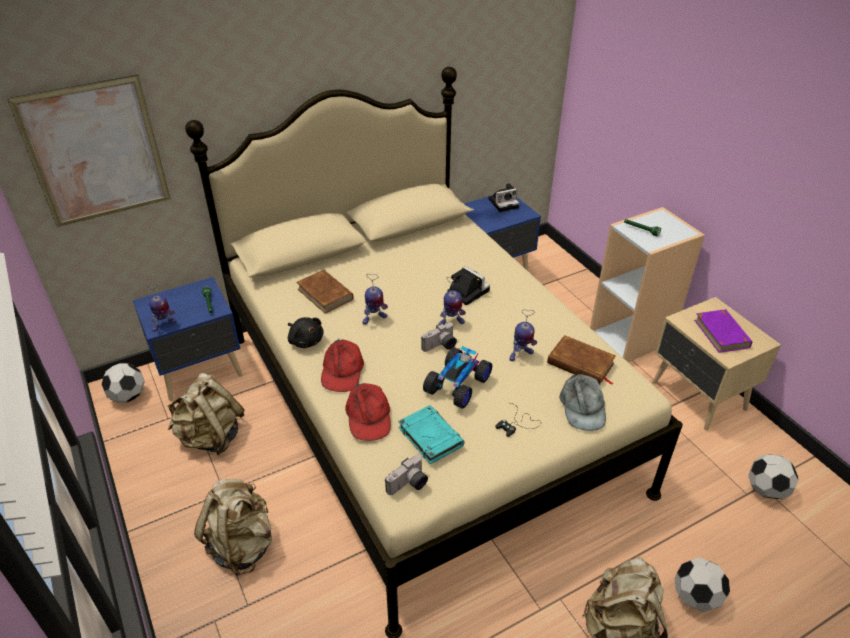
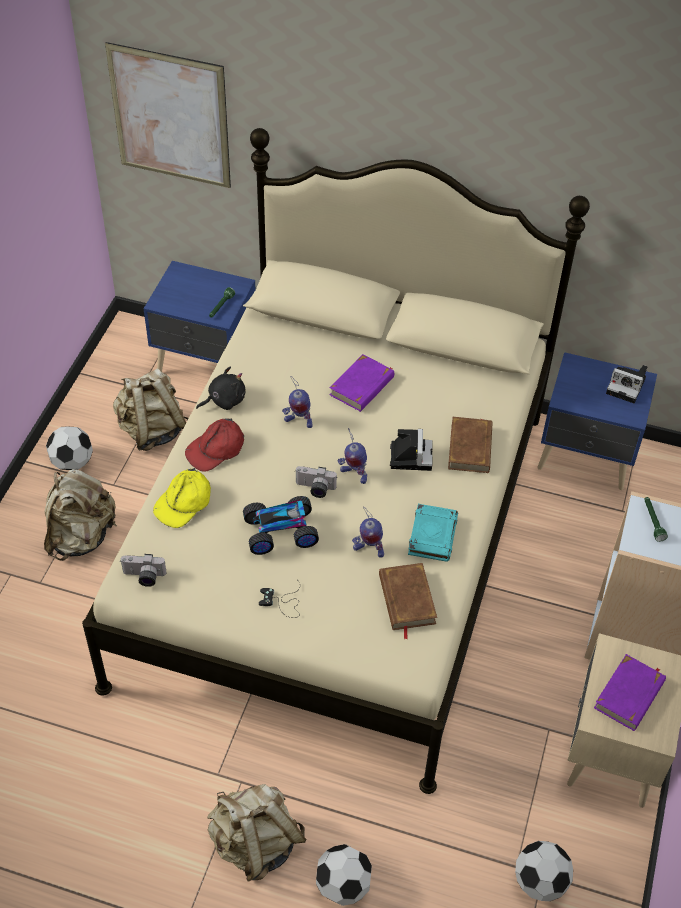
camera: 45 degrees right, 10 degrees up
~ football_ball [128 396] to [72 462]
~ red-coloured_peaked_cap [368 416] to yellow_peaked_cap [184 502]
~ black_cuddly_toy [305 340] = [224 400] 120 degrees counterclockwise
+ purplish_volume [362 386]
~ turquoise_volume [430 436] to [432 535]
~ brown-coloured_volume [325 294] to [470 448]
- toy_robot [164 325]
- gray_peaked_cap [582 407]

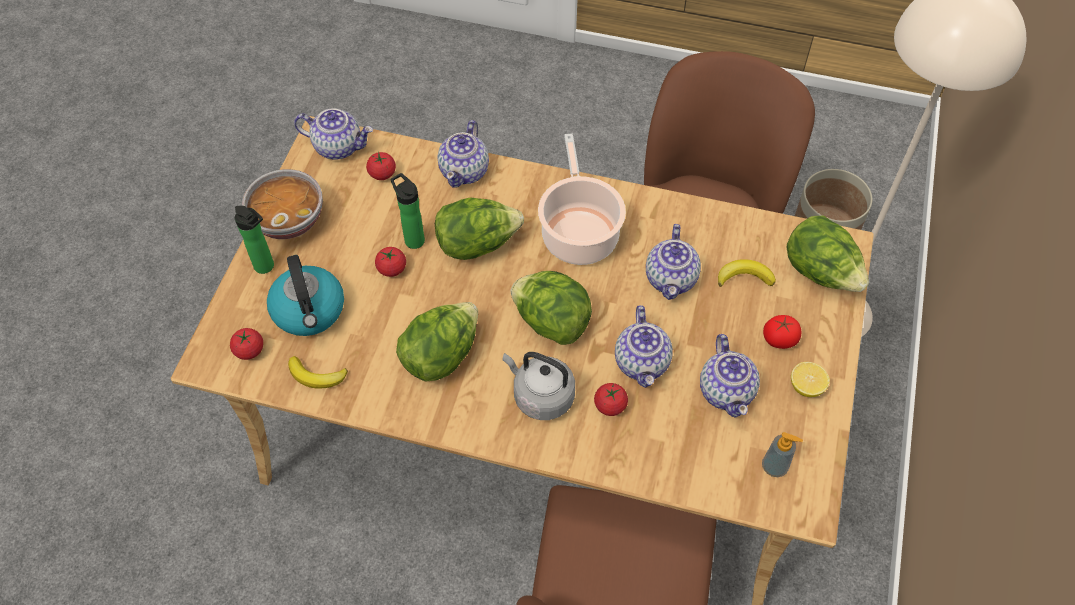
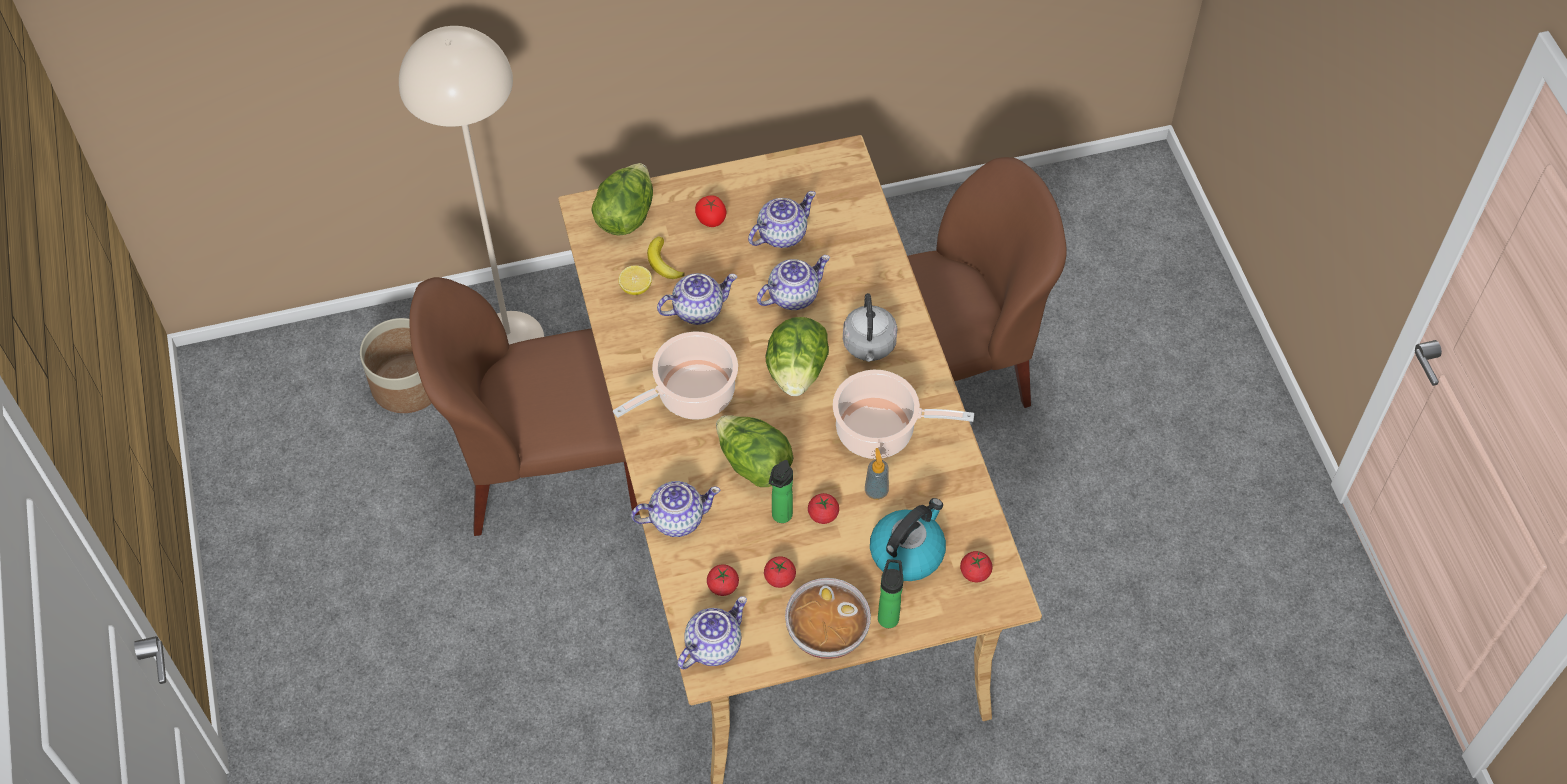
camera: 120 degrees left, 0 degrees up
~ whole_lemon [806 386] to [636 288]
~ tea_pot [339 146] = [713 645] 60 degrees clockwise
~ tomato [610 405] to [779 578]
~ lettuce [441 355] to saucepot [880 431]
~ soap_dispenser [774 467] to [876 491]
- banana_fruit [316 376]

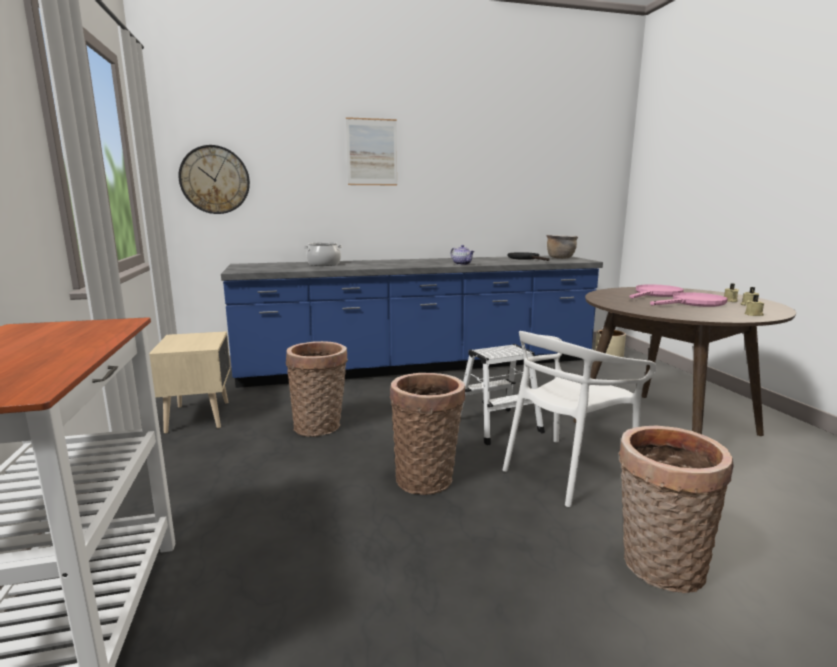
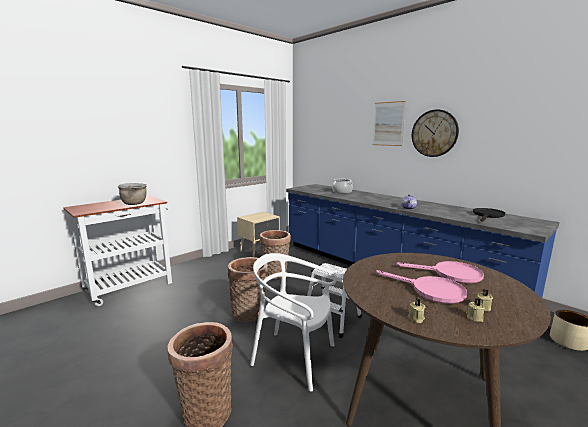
camera: 60 degrees right, 0 degrees up
~ brown-coloured_saucepot [560 258] to [134 203]
~ wall_clock [215 180] to [434 133]

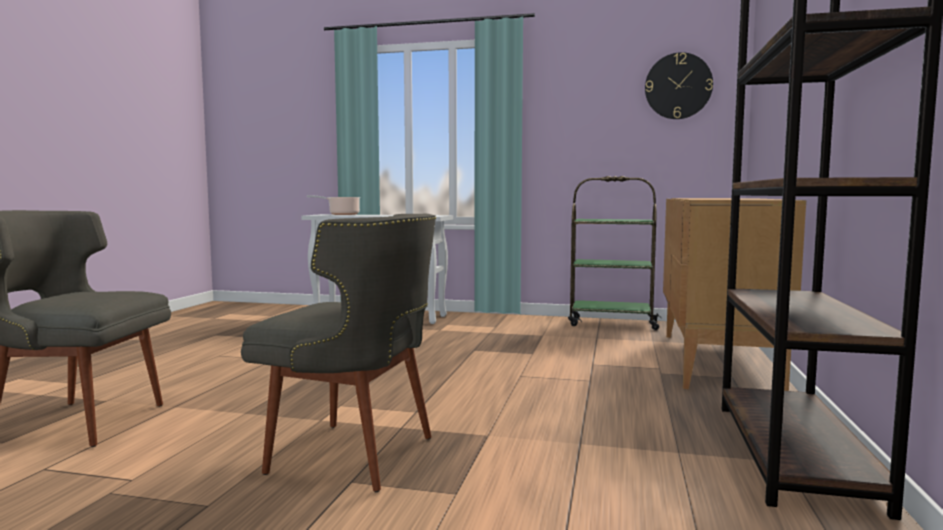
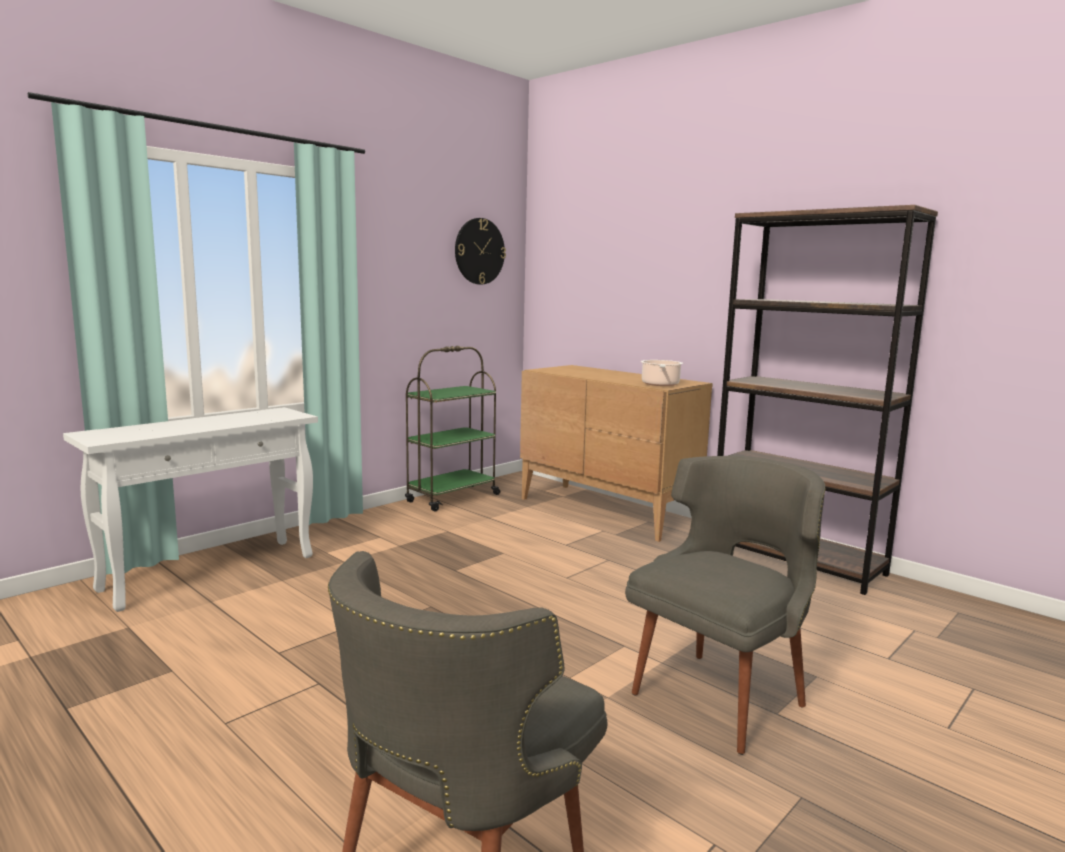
camera: 60 degrees left, 5 degrees up
~ saucepot [342 214] to [660 384]

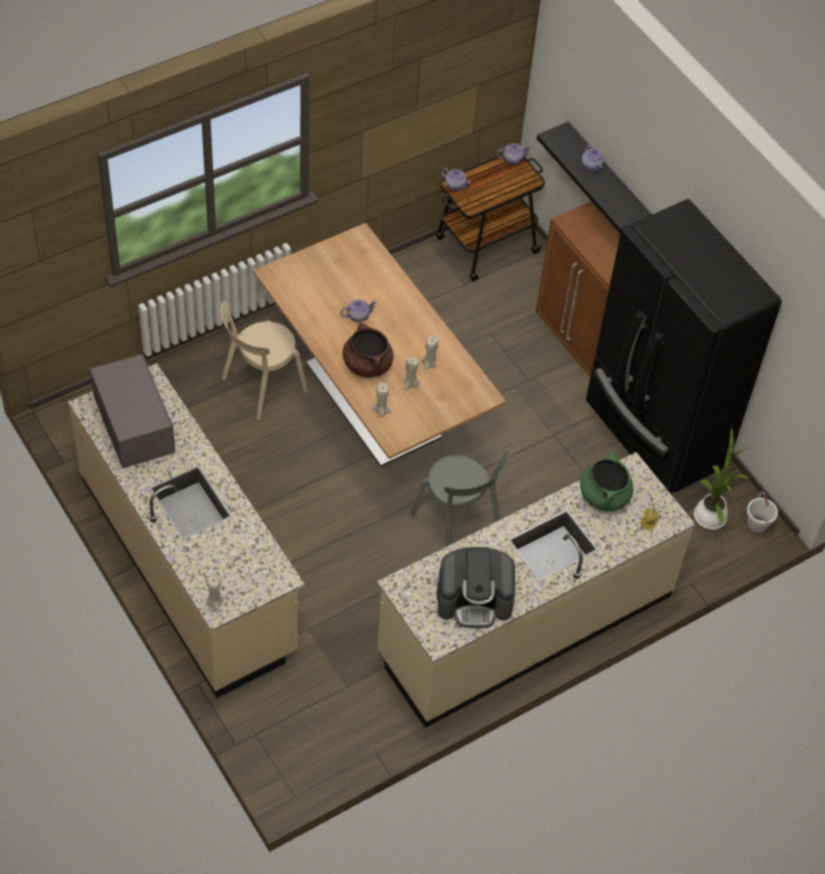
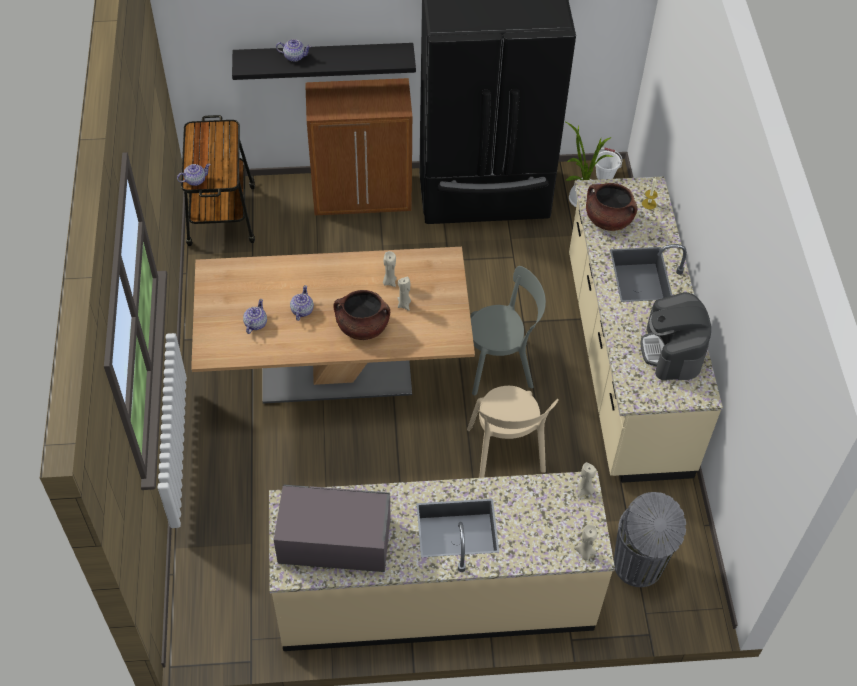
camera: 60 degrees left, 0 degrees up
~ tea_pot [512 159] to [255 324]
~ sand-coloured_chair [261 386] to [506 453]
~ sand-coloured_wax_light [381 412] to [584 490]
~ green_saucepot [603 496] to brown-coloured_saucepot [608 219]
+ gray_waste_bin [639 566]
~ coffee_machine [474 600] = [672 351] 150 degrees clockwise

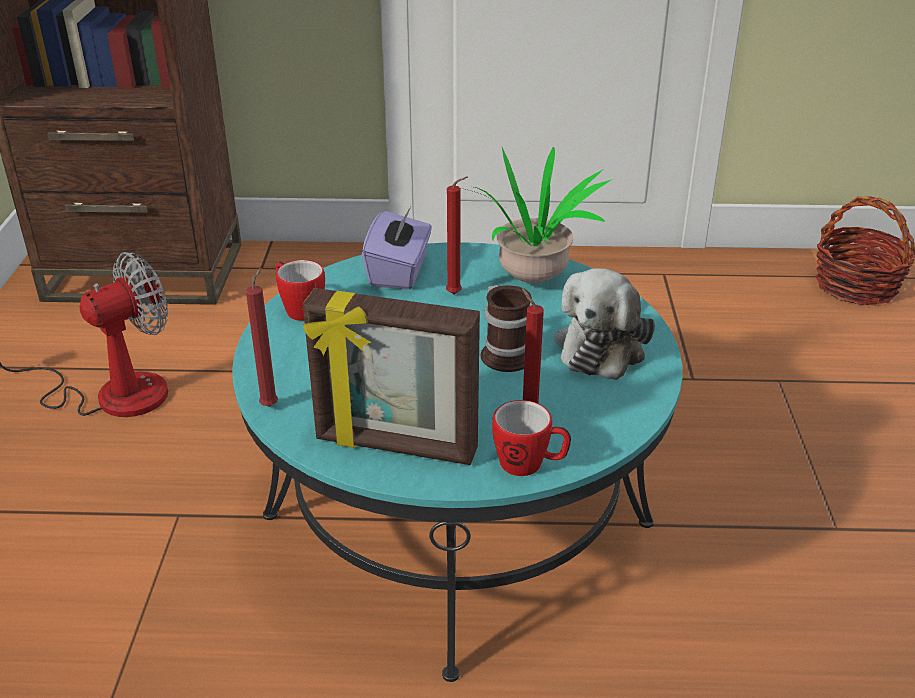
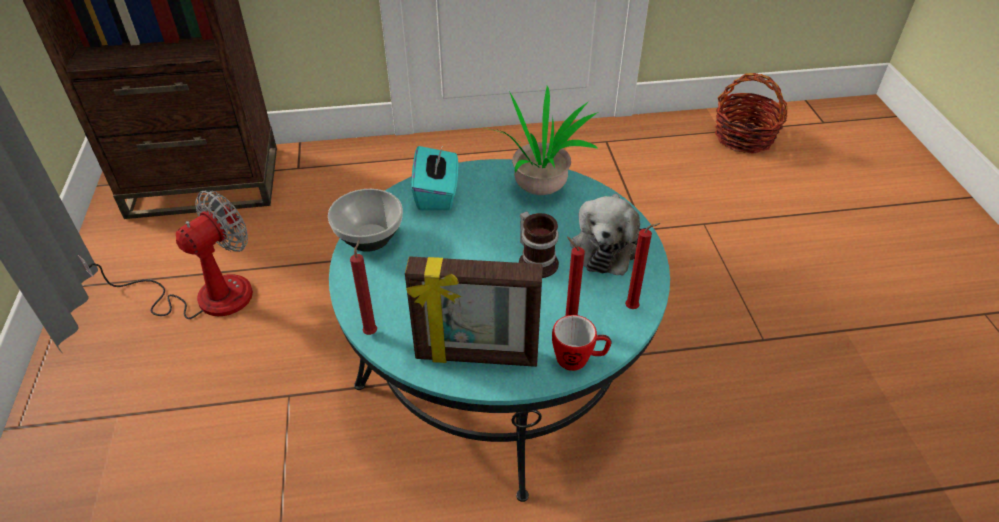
camera: 10 degrees left, 10 degrees up
~ tea_mug [299 309] to bowl [368 238]
~ purplish_tissue_box [399 272] to turquoise_tissue_box [437 194]
~ red-coloured_wax_light [456 294] to [634 308]

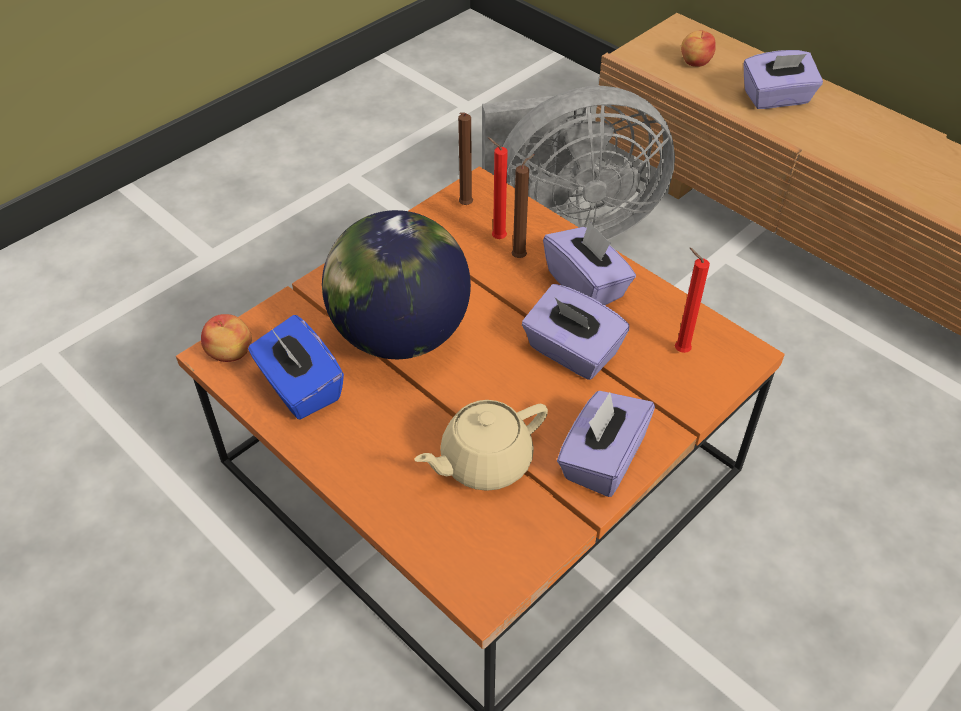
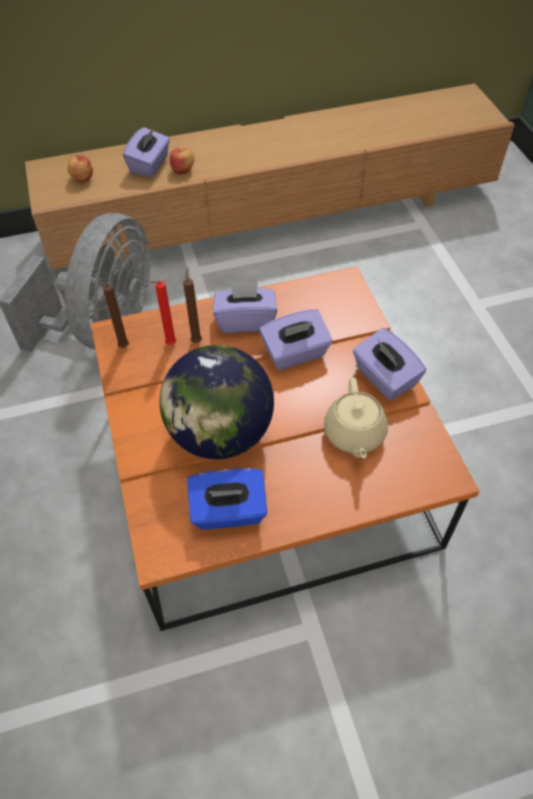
camera: 60 degrees left, 5 degrees up
~ apple [230 353] to [183 170]
- red-coloured_wax_light [679 350]

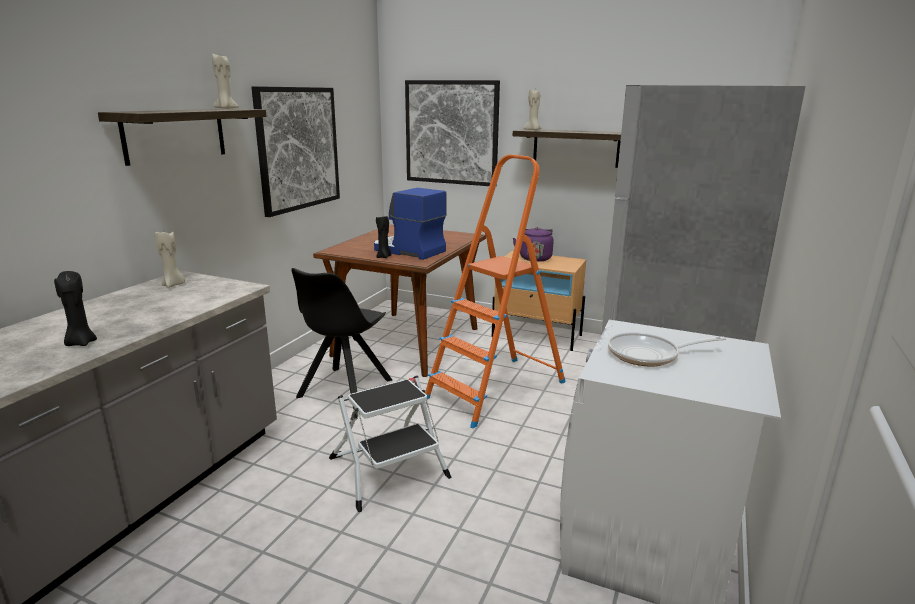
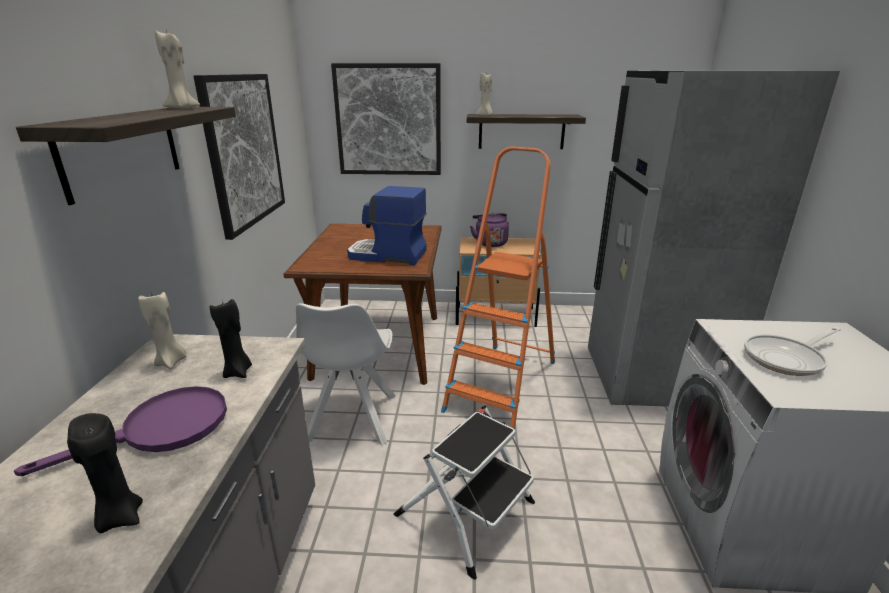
camera: 20 degrees left, 5 degrees up
+ purplish_pan [162 430]
~ black_wax_light [384 257] to [238 372]
~ black_chair [344 389] to white_chair [351 419]

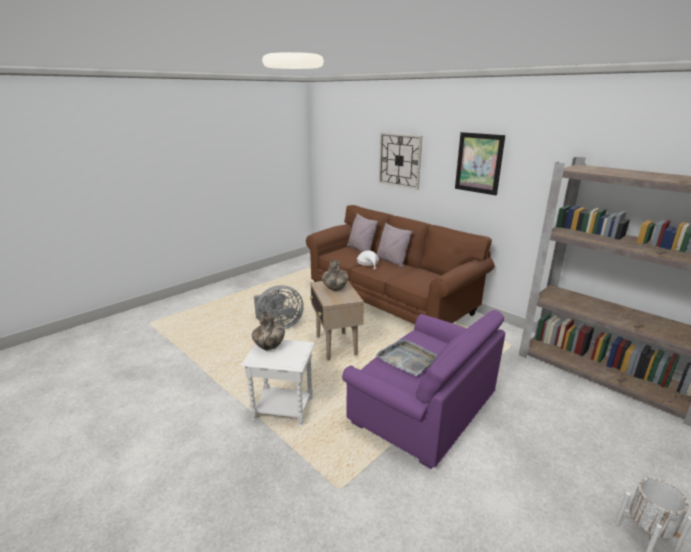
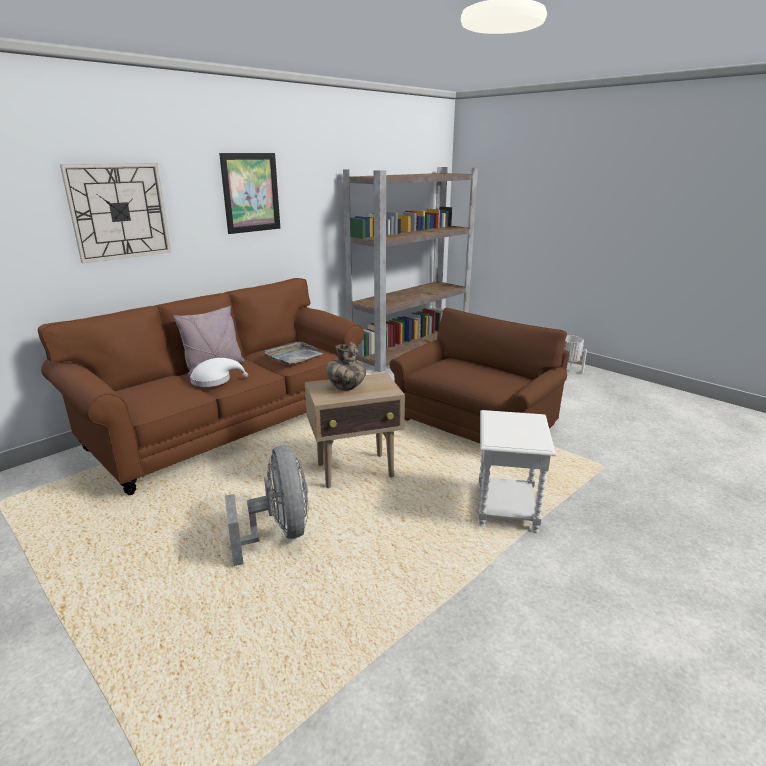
camera: 90 degrees left, 0 degrees up
~ gray_carrying_tray [407 359] to [293 356]
~ purplish_armchair [423 408] to brown-coloured_armchair [475 421]
- flower_vase [269 347]
- purplish_pillow [360 250]

